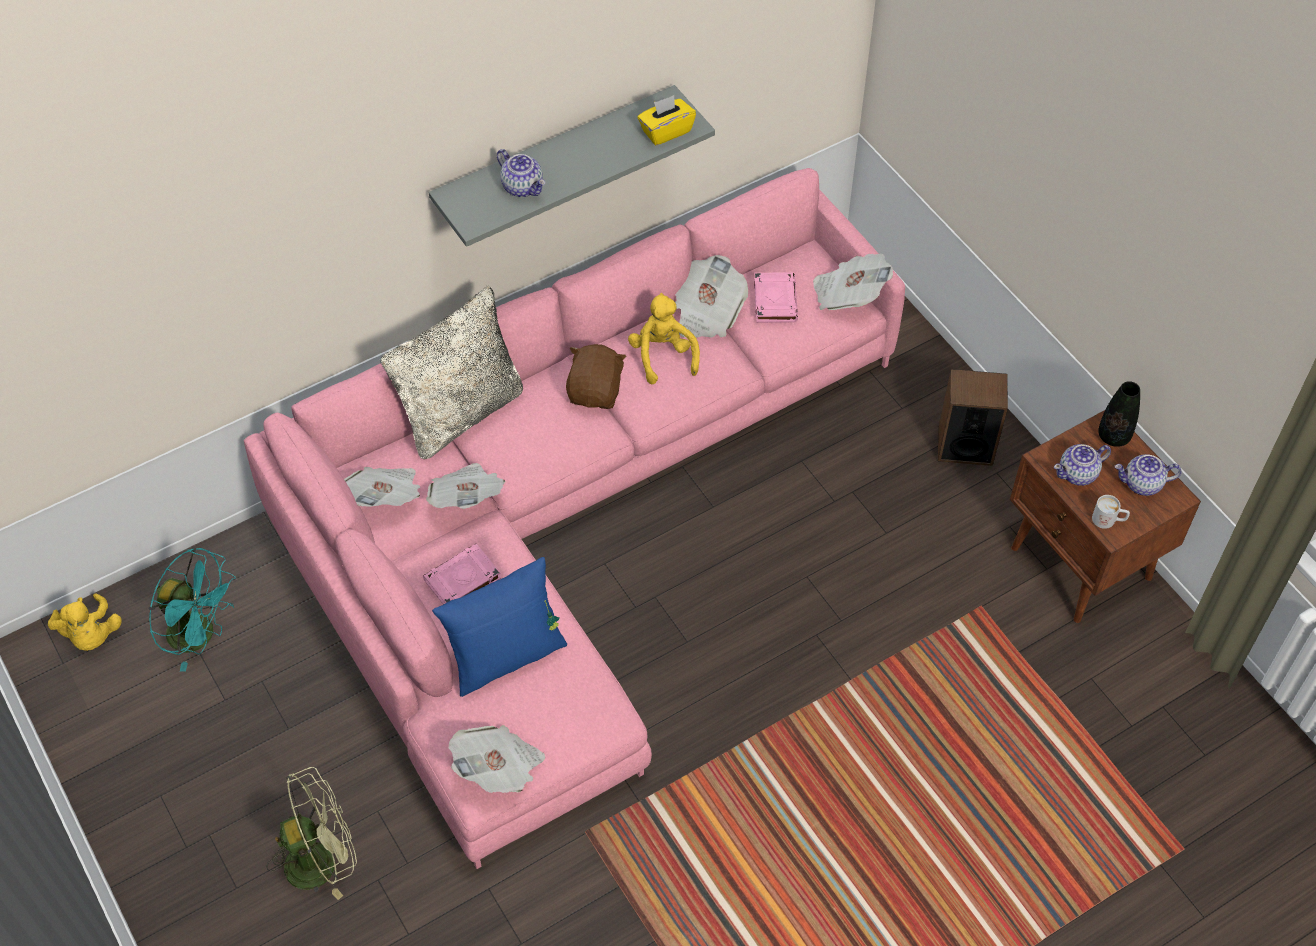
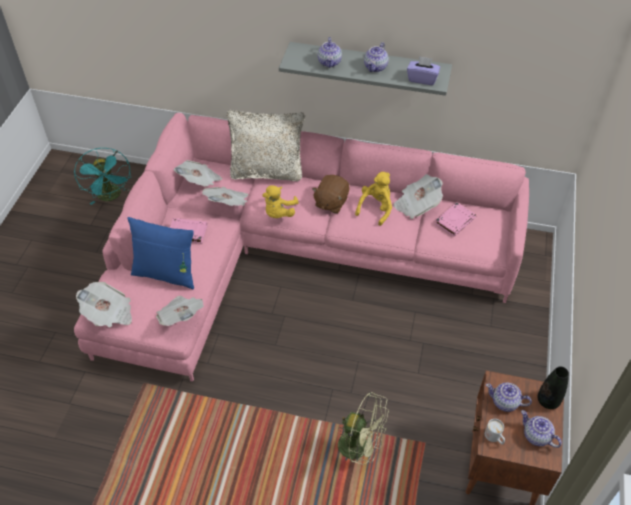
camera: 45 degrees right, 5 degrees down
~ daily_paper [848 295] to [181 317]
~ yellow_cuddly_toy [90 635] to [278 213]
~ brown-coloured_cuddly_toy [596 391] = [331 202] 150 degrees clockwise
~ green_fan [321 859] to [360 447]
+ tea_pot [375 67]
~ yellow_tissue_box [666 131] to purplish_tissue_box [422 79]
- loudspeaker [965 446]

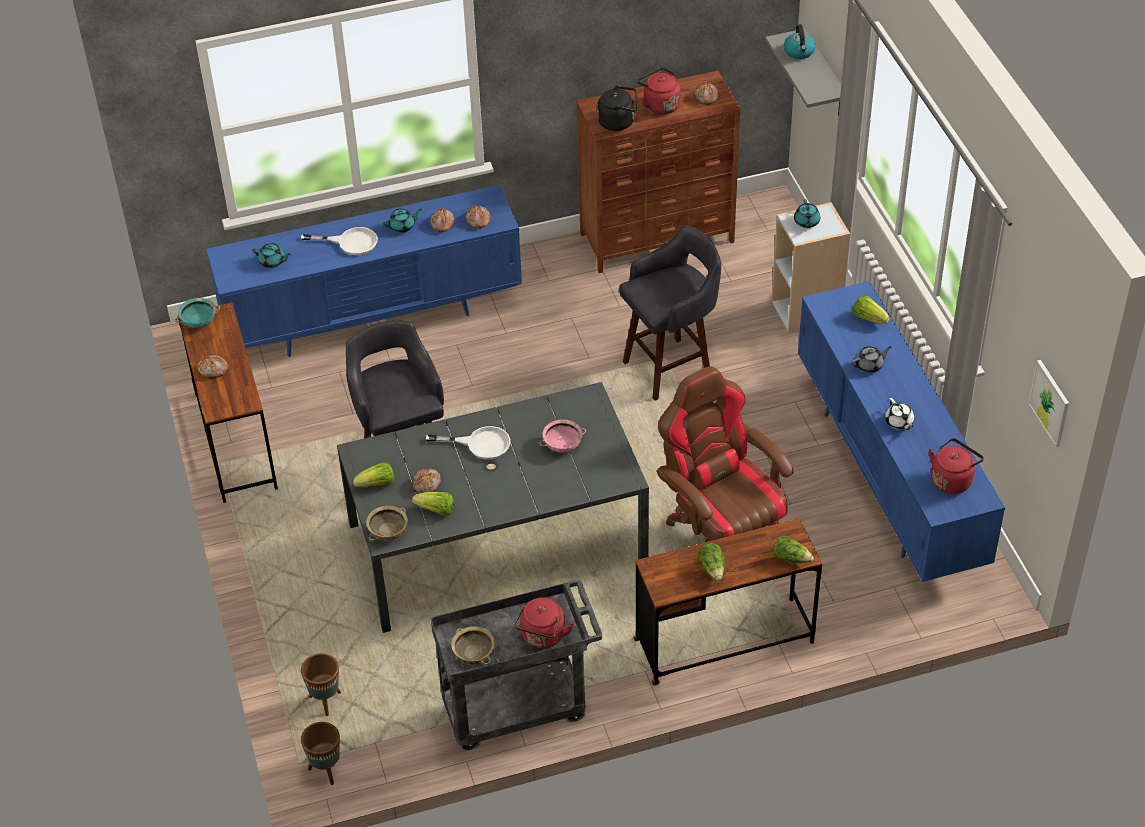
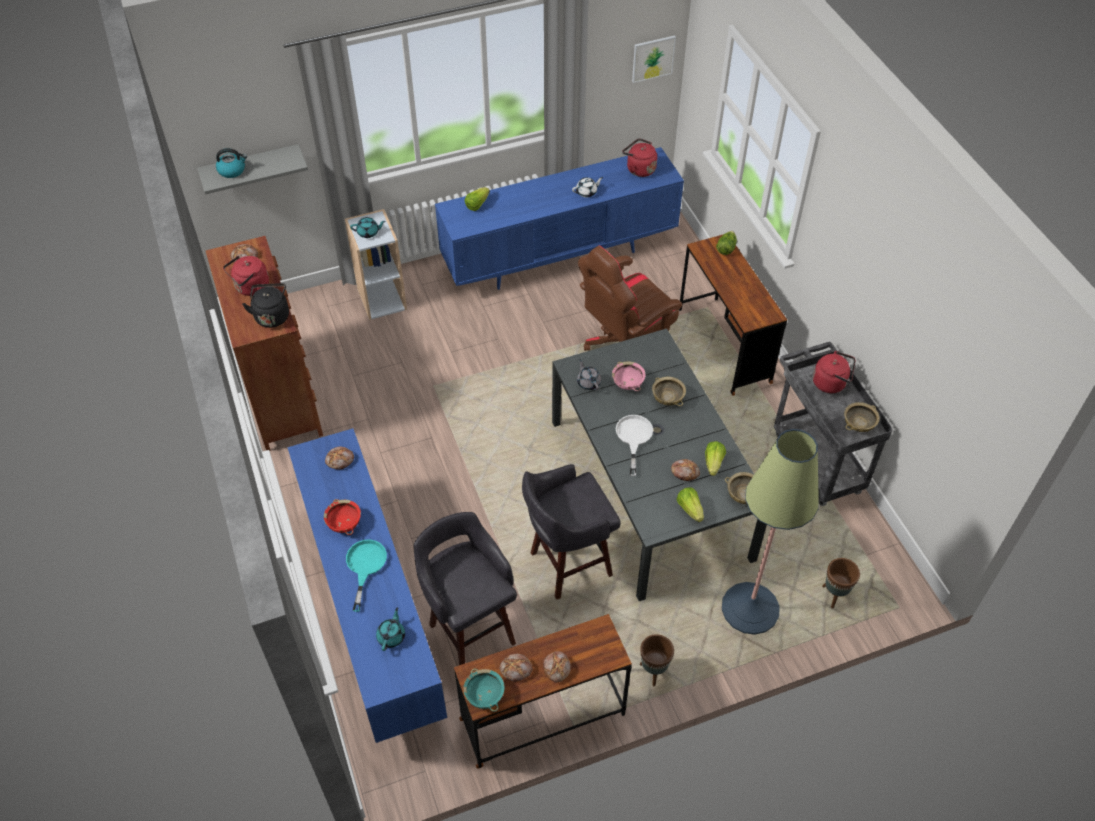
camera: 95 degrees left, 5 degrees up
~ turquoise_tea_pot [402 226] to red-coloured_bowl [344 522]
~ white_pan [350 242] to turquoise_pan [365 566]
~ gray_sitting_stool [670 368] to [470 631]
~ baked_bread [442 224] to [516 670]
~ gray_tea_pot [869 365] to [588 382]
~ brown-coloured_flower_pot [326 771] to [653 672]
+ sand-coloured_bowl [667 398]
+ standard_lamp [750 609]
- lettuce [712 569]

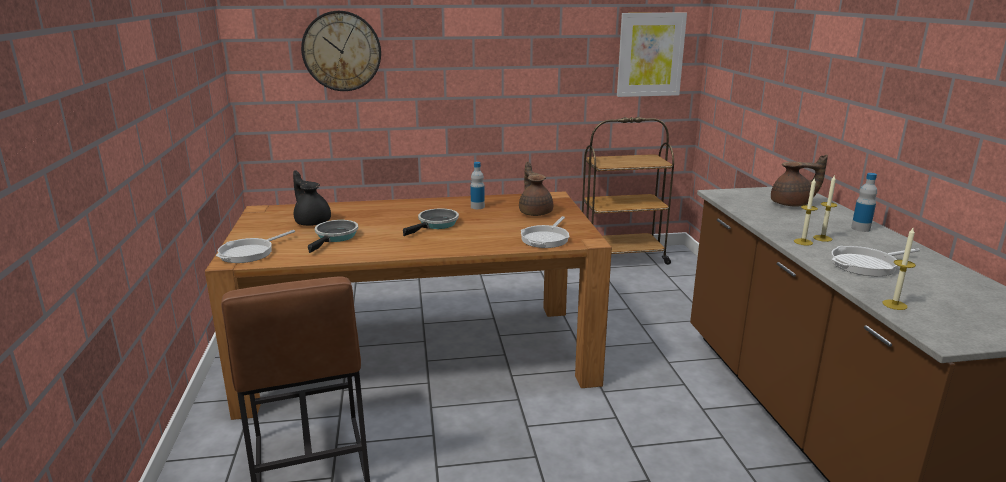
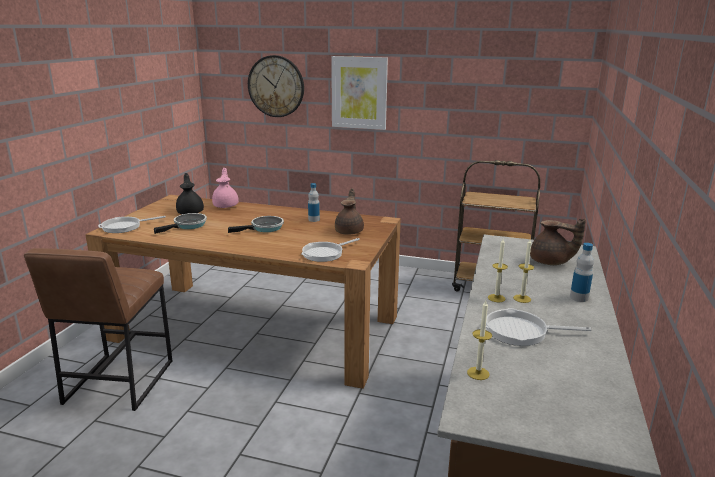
camera: 25 degrees right, 0 degrees up
+ pink-coloured_tea_pot [226 205]
~ wall_art [650 55] to [359 93]

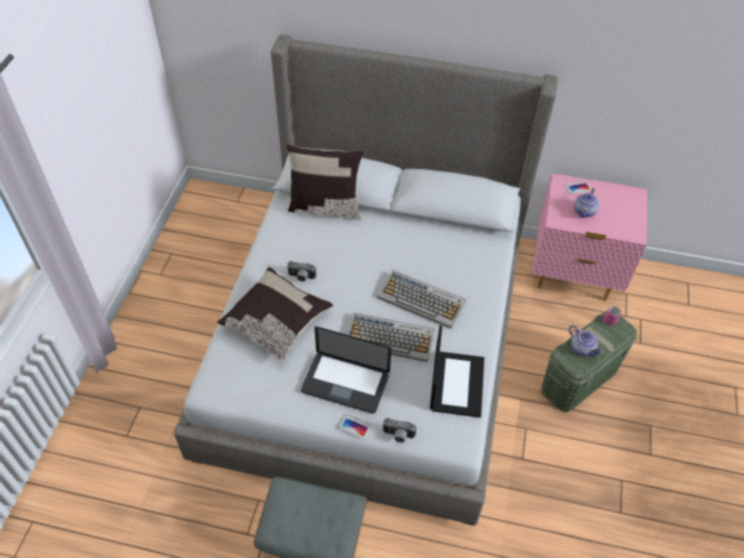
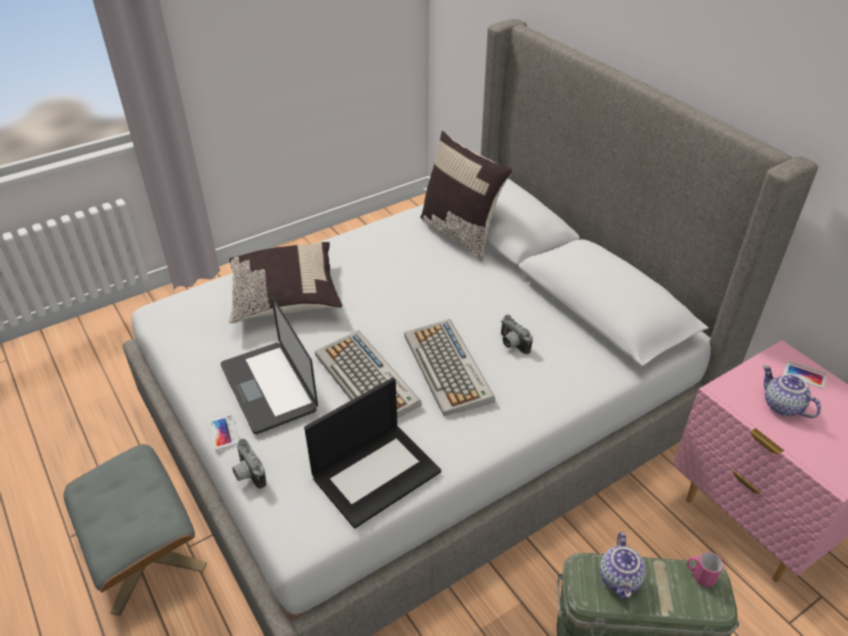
camera: 45 degrees right, 10 degrees down
~ photo_camera [301 277] to [511 344]
~ tea_pot [585 212] = [781 406] 75 degrees clockwise

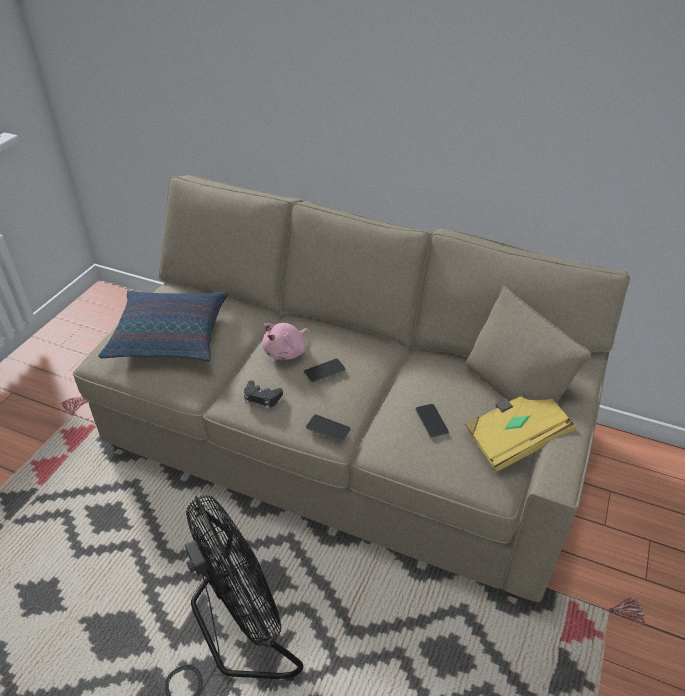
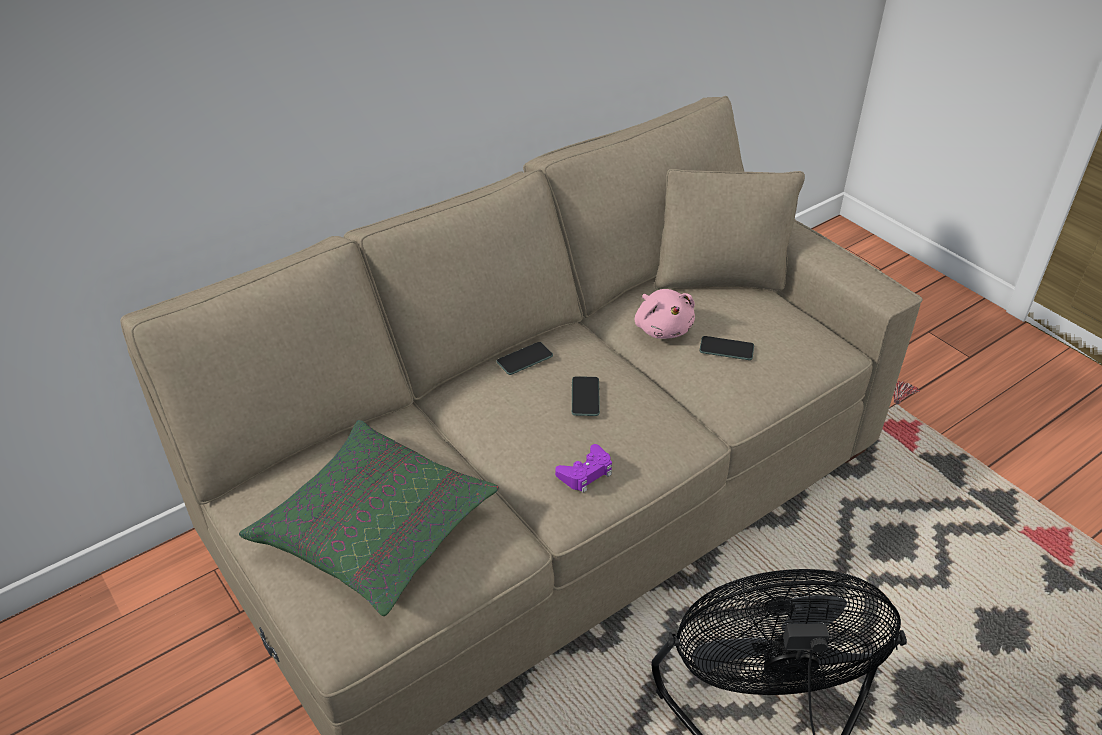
camera: 60 degrees left, 0 degrees up
~ blue-coloured_pillow [169 337] to green_pillow [375 529]
~ telephone [328 428] to [524 359]
~ black_joypad [262 397] to purplish_joypad [586 473]
~ pink-coloured_cuddly_toy [287 351] to [662 328]
- yellow_volume [514 439]

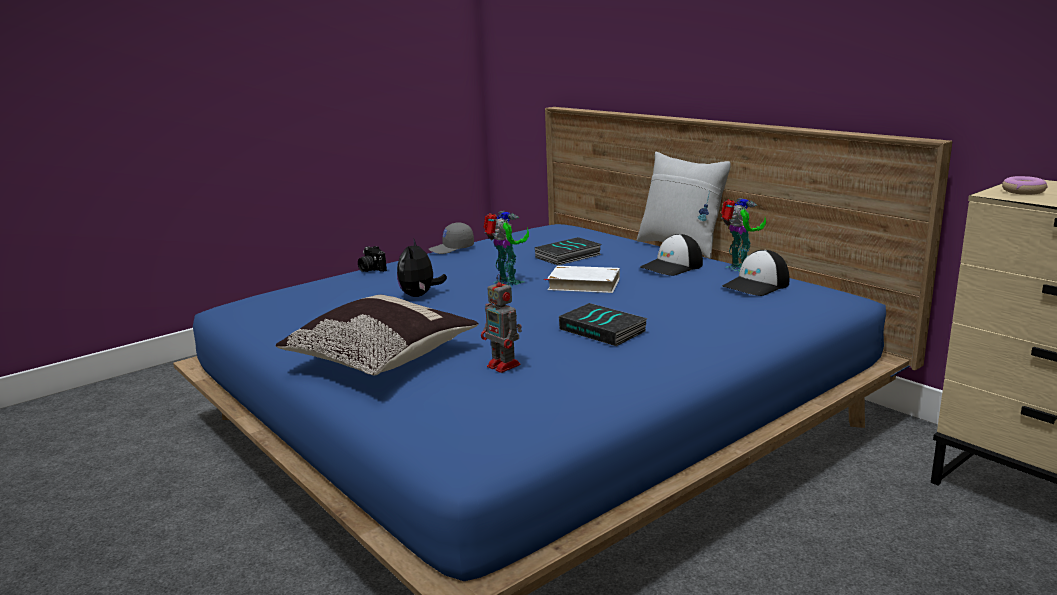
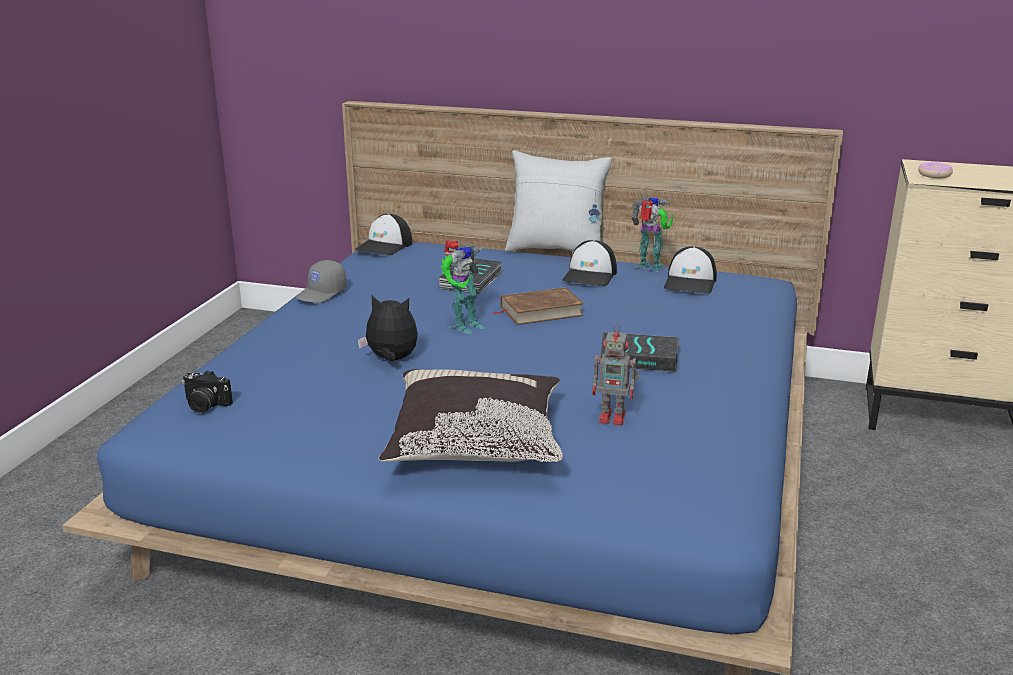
camera: 35 degrees left, 5 degrees up
~ photo_camera [371 269] to [205 405]
+ peaked_cap [385 246]
~ cuddly_toy [420 295] = [391 360] 135 degrees clockwise
~ toy_robot [507 283] = [463 325] 120 degrees clockwise
~ white_volume [583 284] to brown-coloured_volume [541 311]

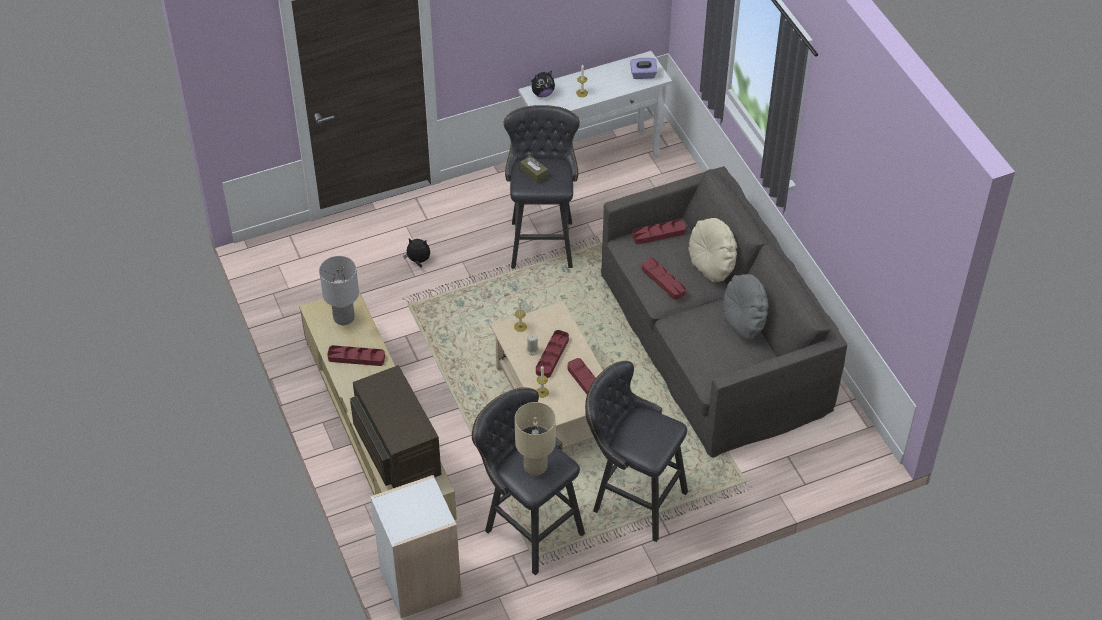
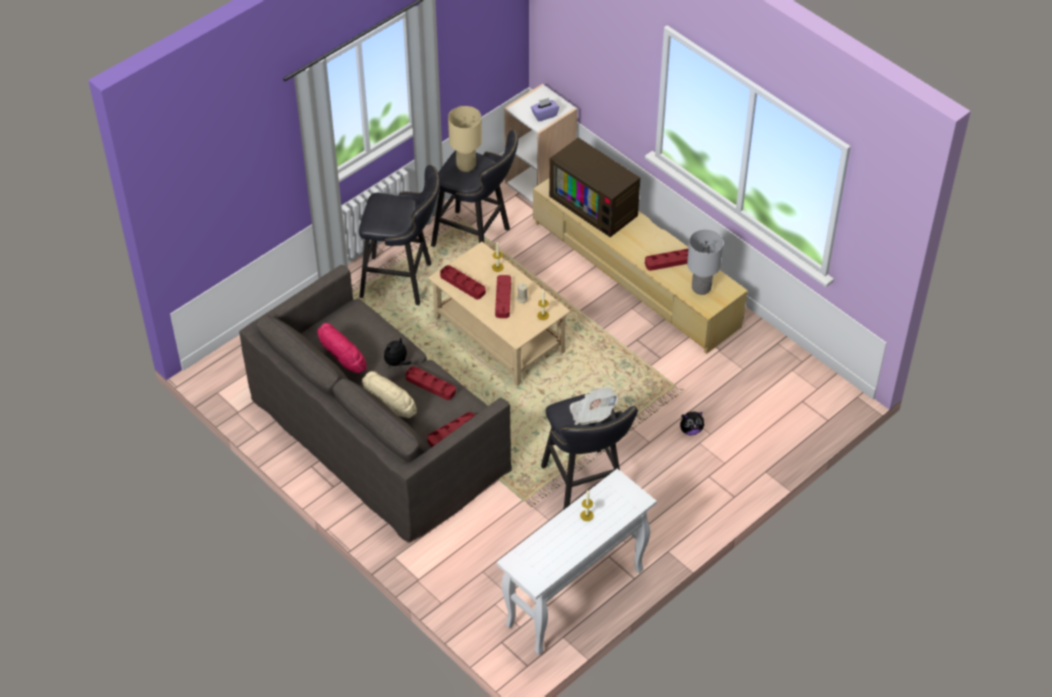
camera: 160 degrees right, 0 degrees up
~ gray_pillow [743 325] to pink-coloured_pillow [343 366]
~ cuddly_toy [542 93] to [397 363]
~ purplish_tissue_box [643 75] to [544 115]
~ brown-coloured_tissue_box [534 173] to daily_paper [592 414]

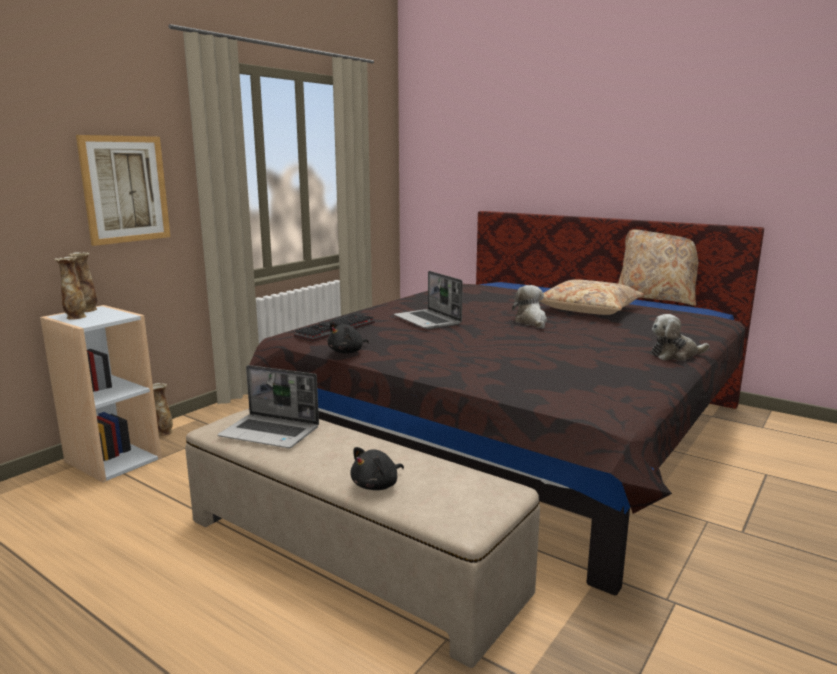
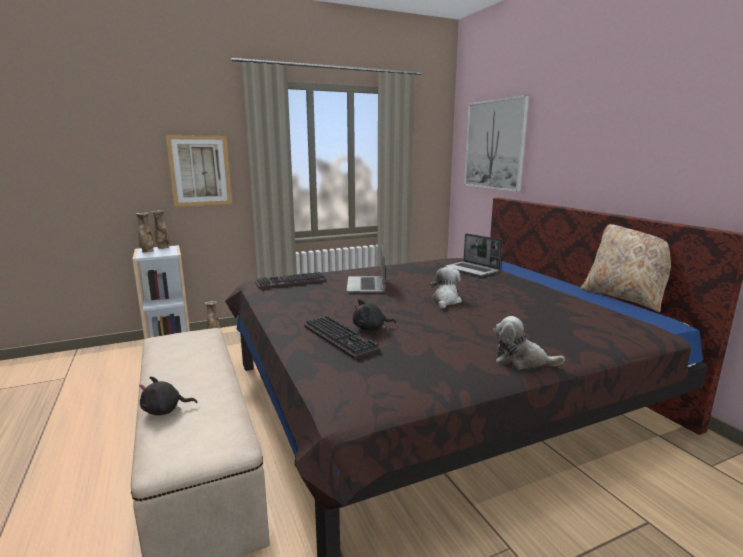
camera: 30 degrees right, 0 degrees up
+ computer_keyboard [342 339]
~ black_cuddly_toy [347 352] to [371 328]
~ laptop [271 433] to [472 270]
+ wall_art [494 145]
- sand-coloured_pillow [588 309]

